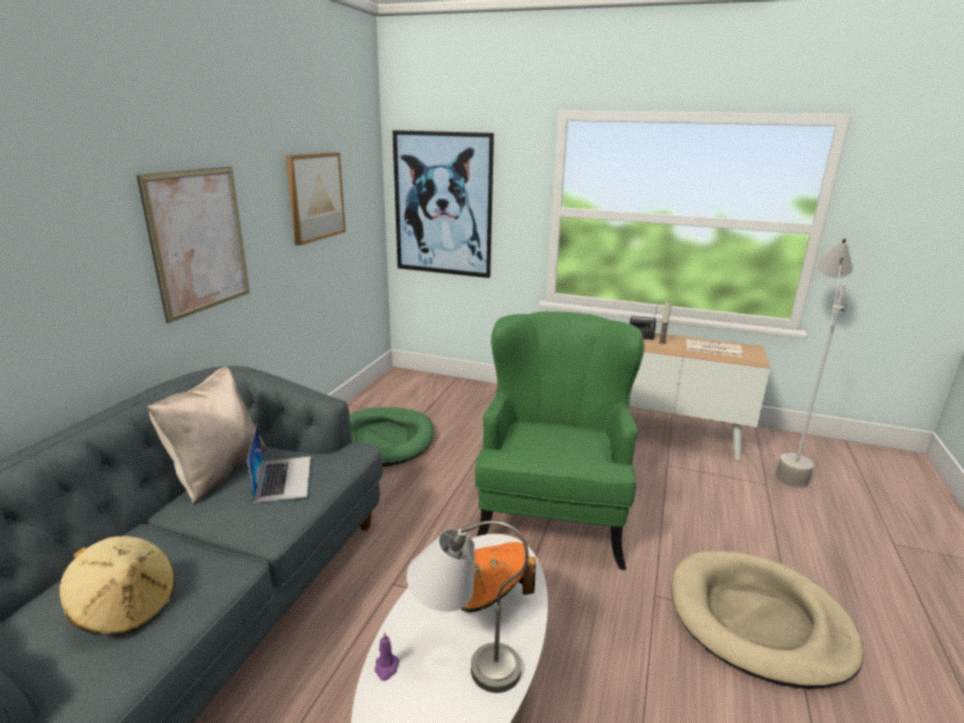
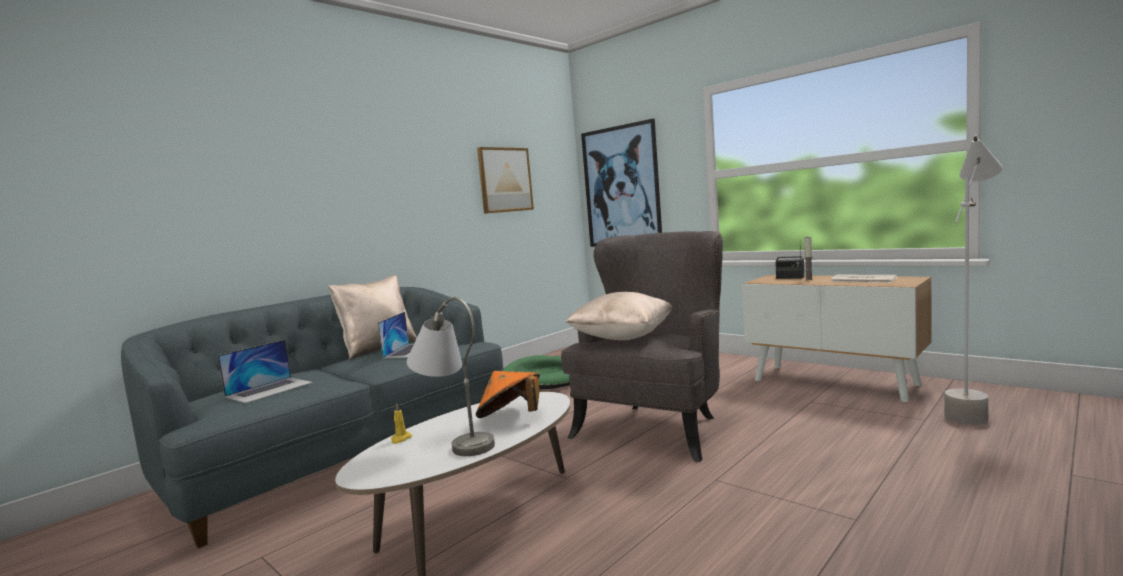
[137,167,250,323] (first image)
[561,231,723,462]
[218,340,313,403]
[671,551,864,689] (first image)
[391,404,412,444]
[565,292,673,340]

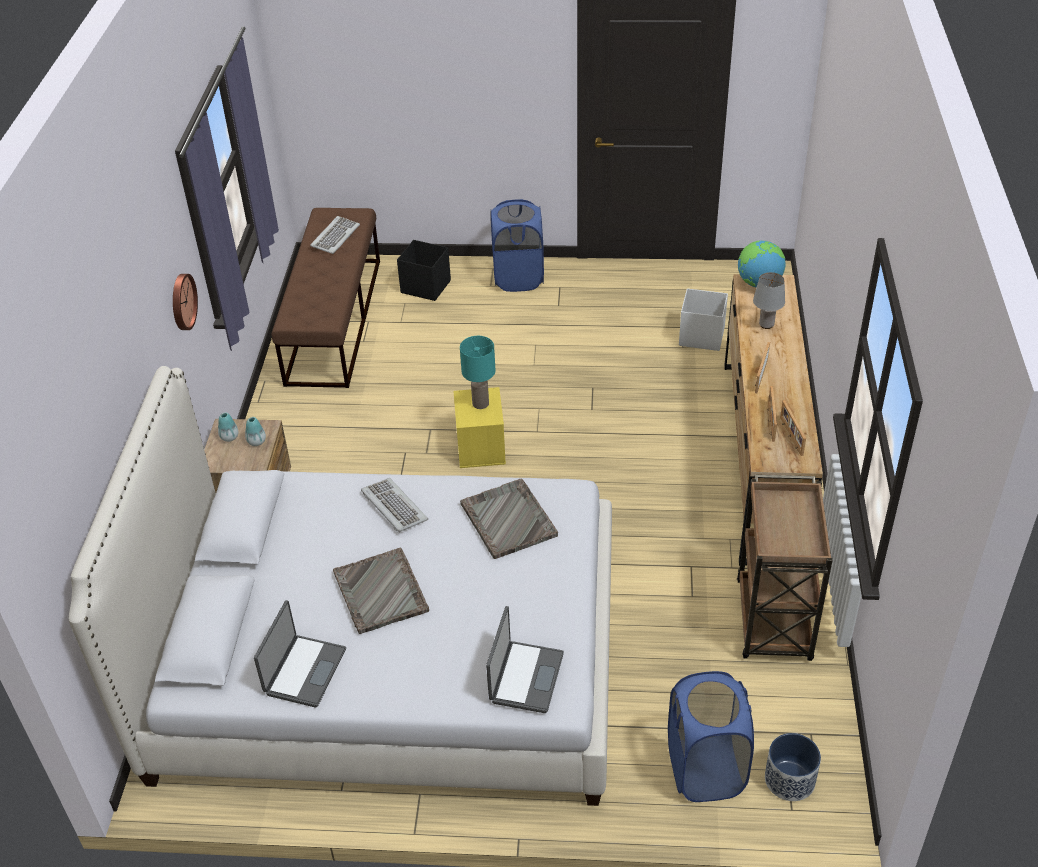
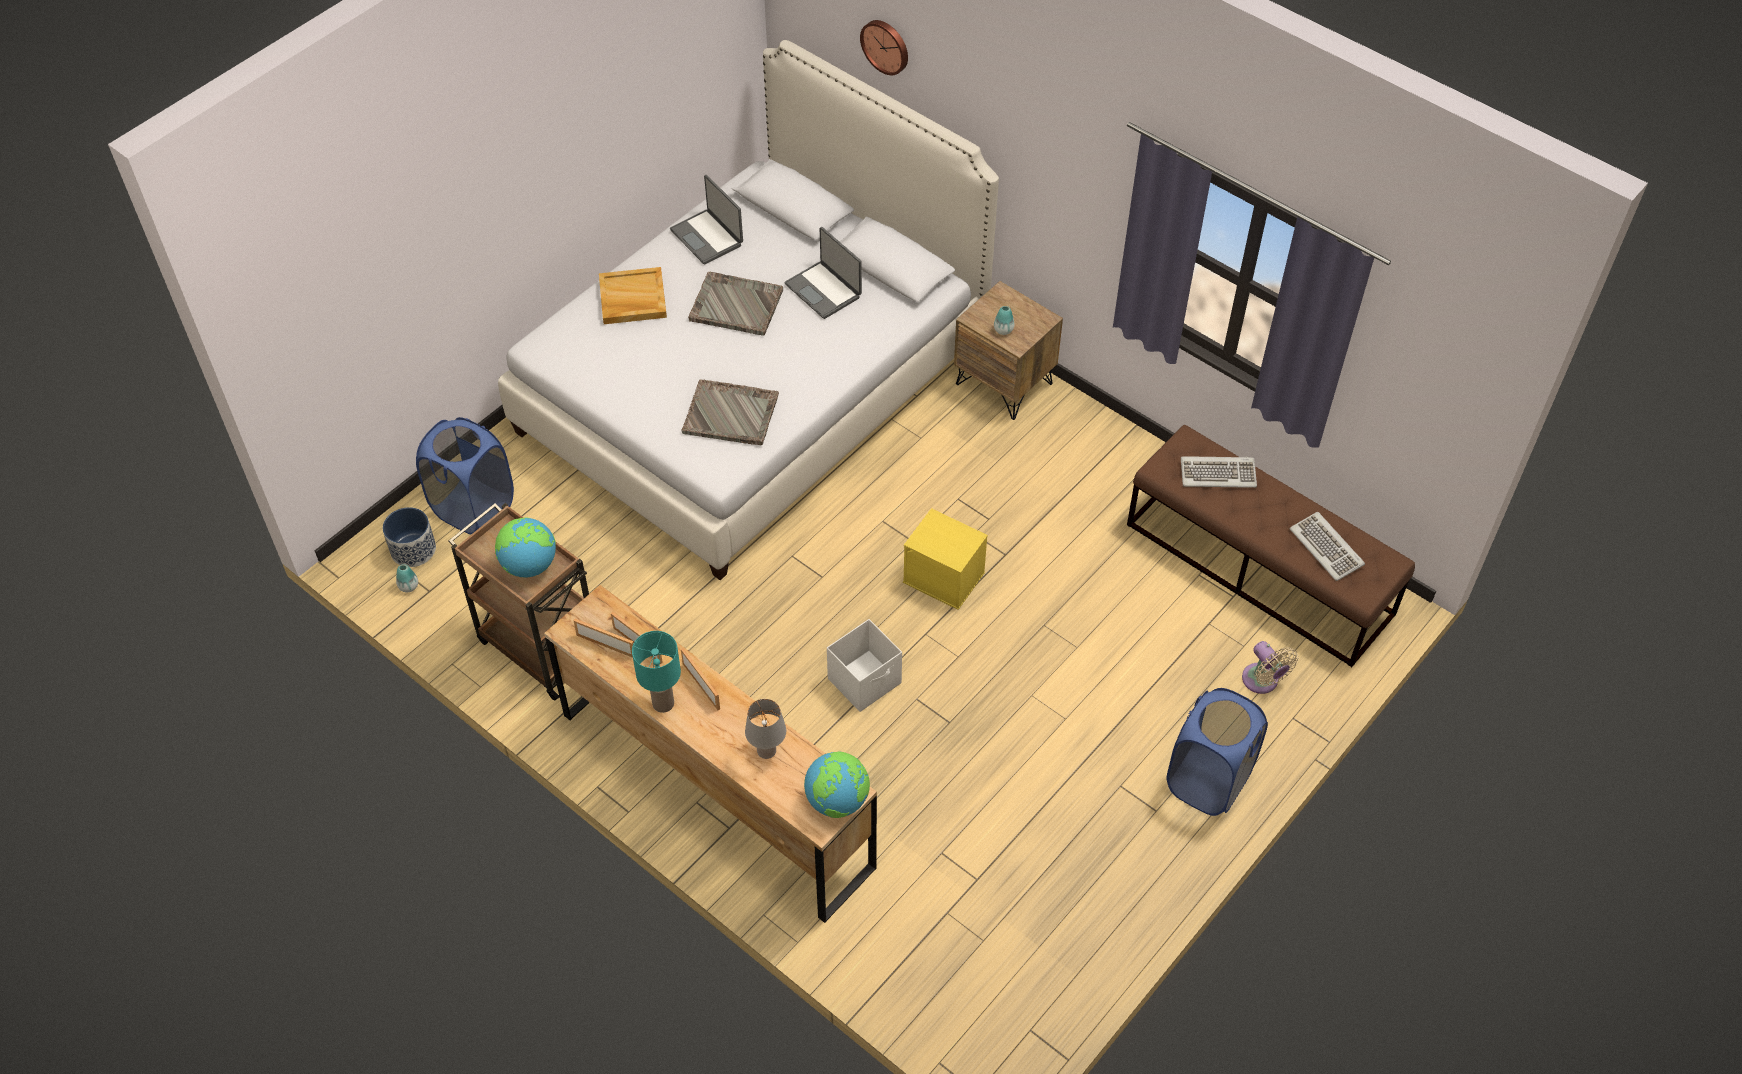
[1242,641,1299,694]
[860,20,908,75]
[827,619,902,712]
[632,631,681,713]
[396,564,418,592]
[1181,456,1257,488]
[785,227,862,319]
[599,267,667,324]
[495,517,556,577]

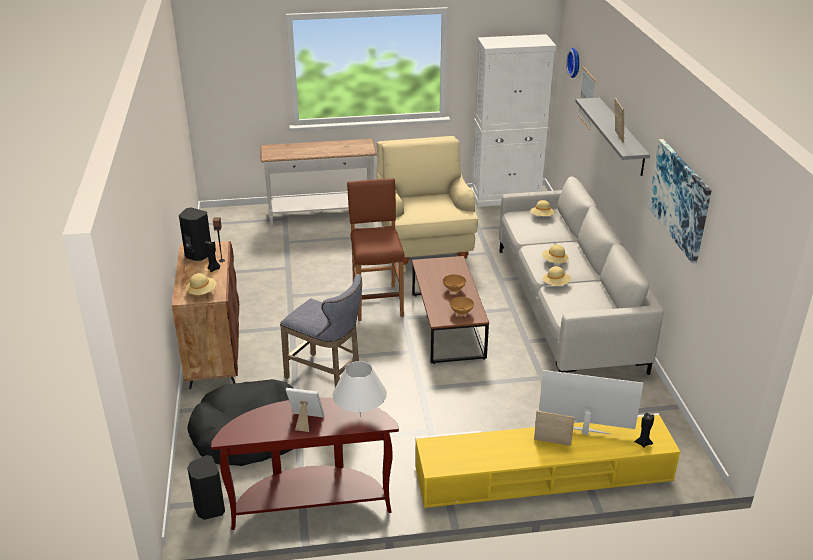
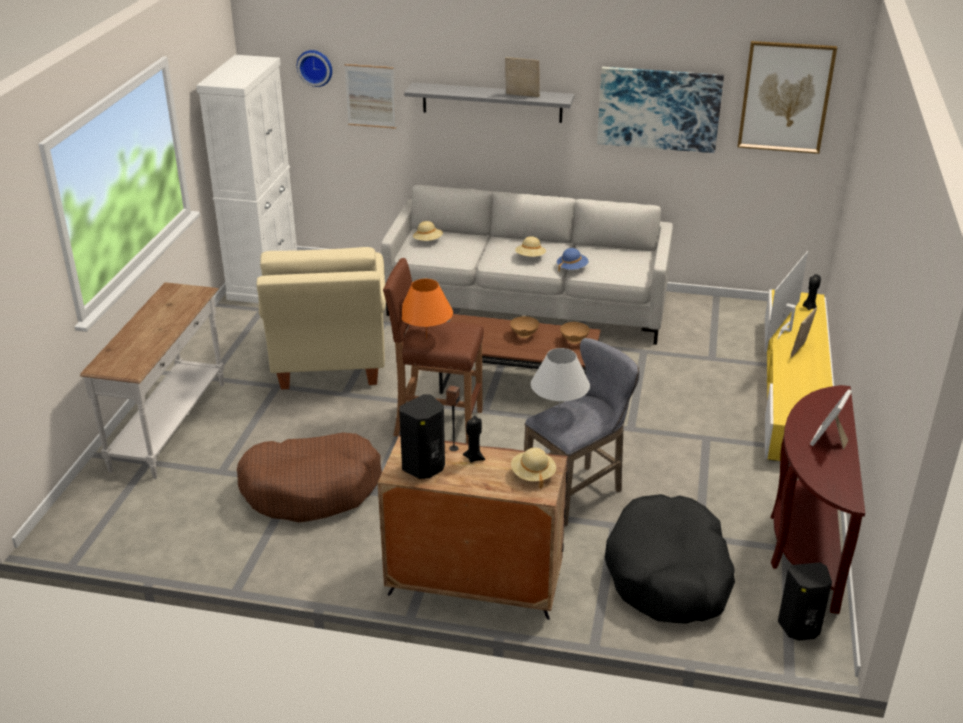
[257,247,386,390]
[557,248,589,272]
[531,348,590,411]
[738,41,837,154]
[402,279,453,339]
[237,433,382,523]

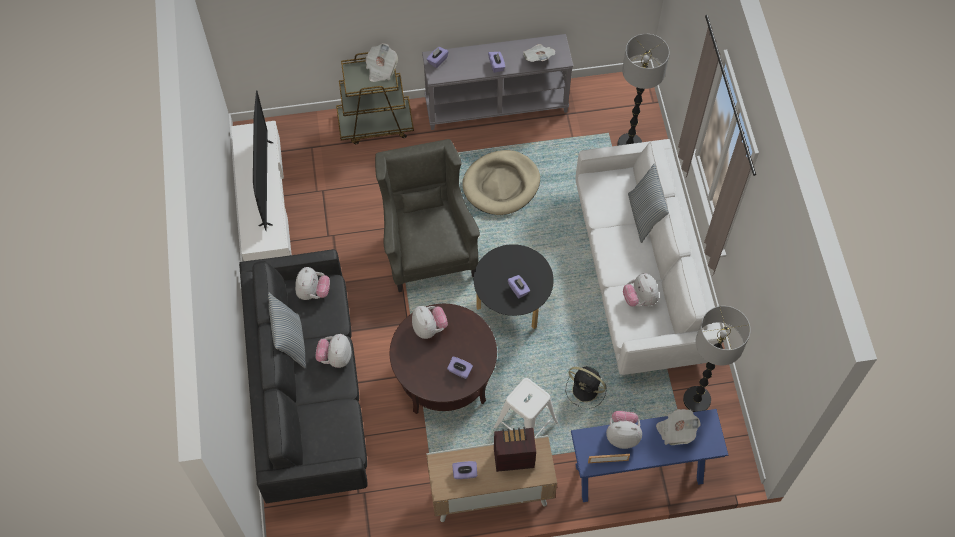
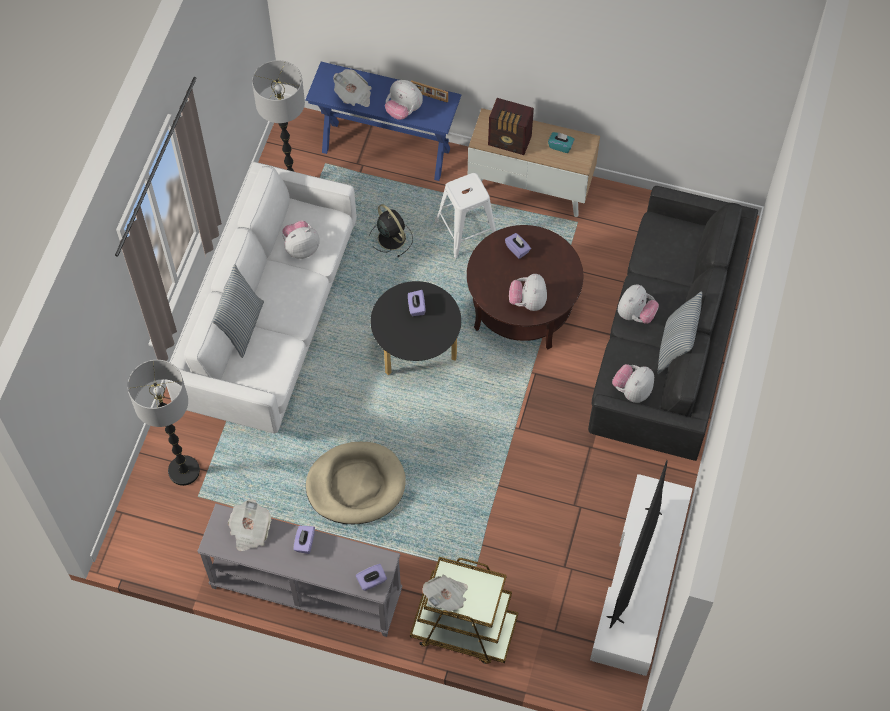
[375,139,480,292] (first image)
[282,221,320,259]
[548,132,575,153]

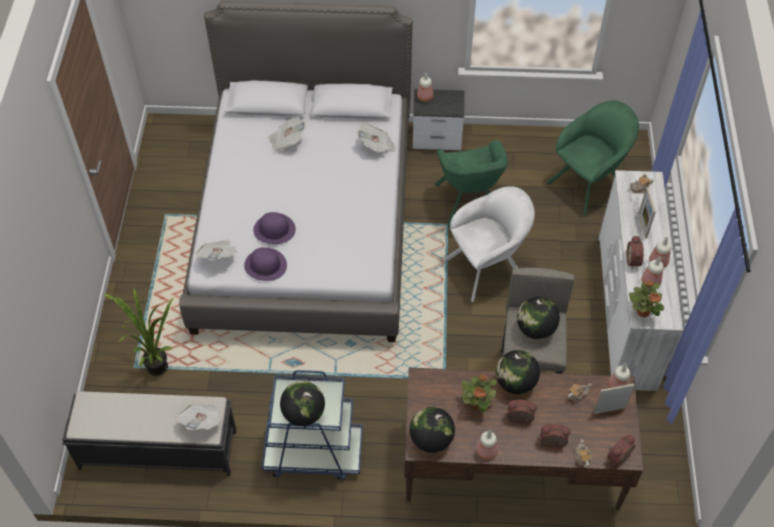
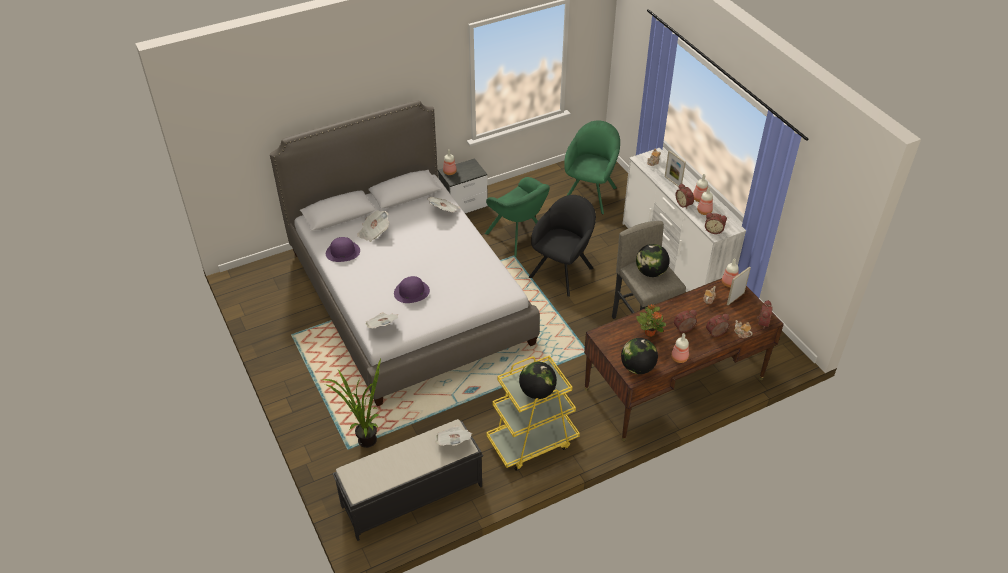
[529,195,596,297]
[326,237,360,262]
[705,213,727,234]
[496,350,540,394] (first image)
[486,355,580,471]

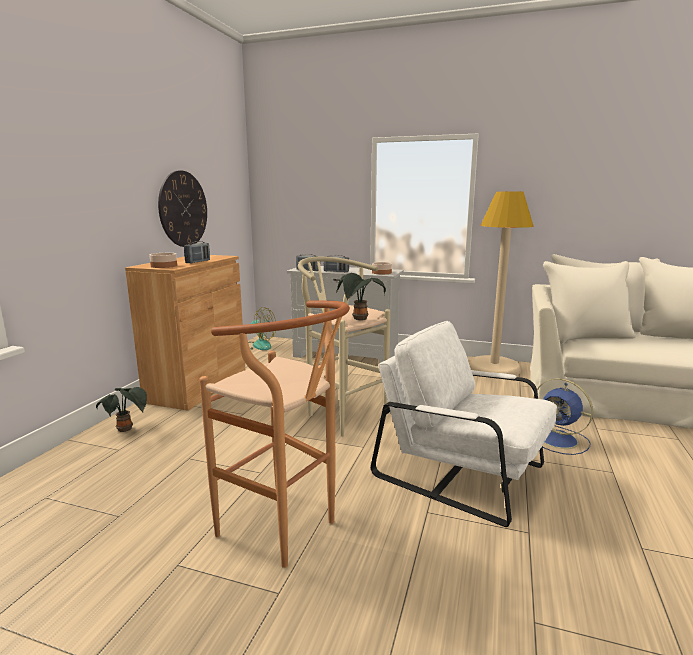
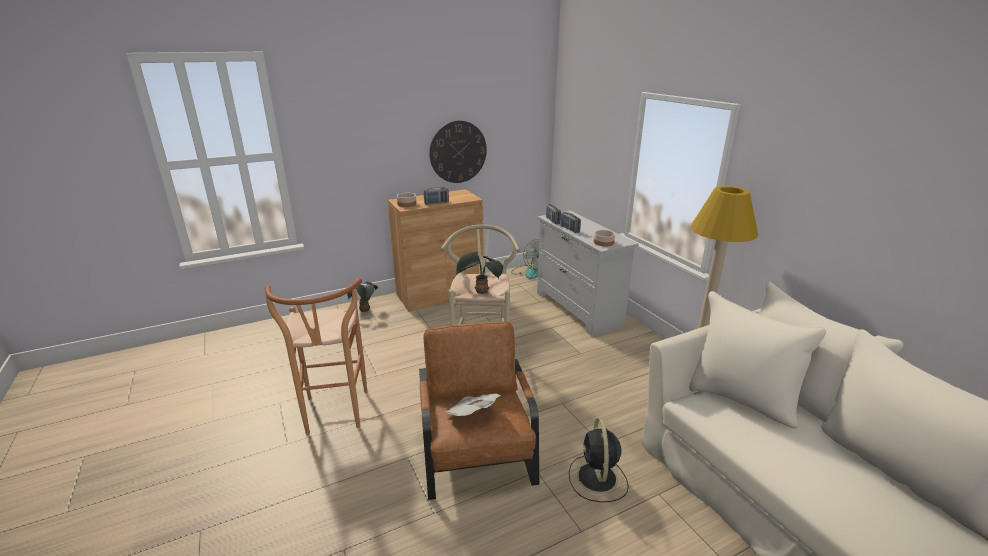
[419,322,539,500]
[569,418,629,502]
[446,393,501,416]

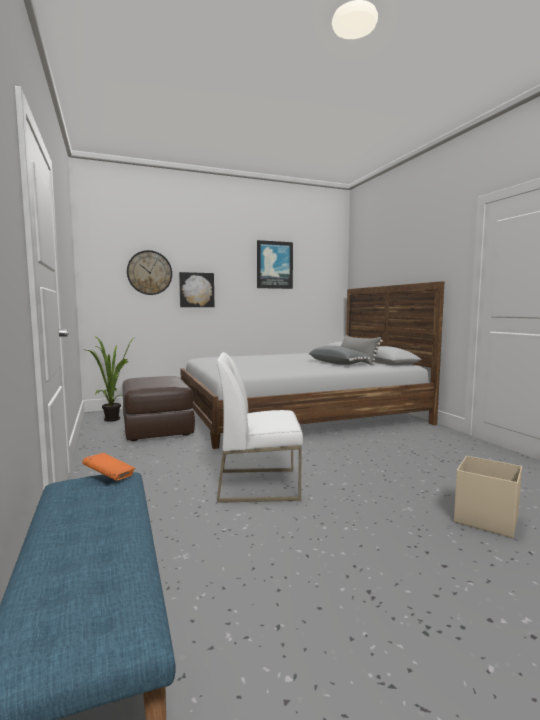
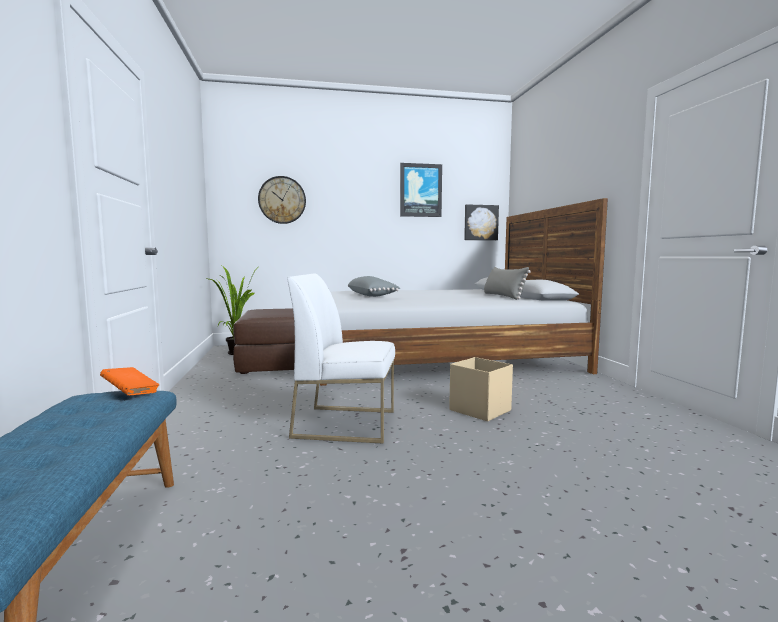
[464,205,499,240]
[348,276,400,297]
[449,357,513,421]

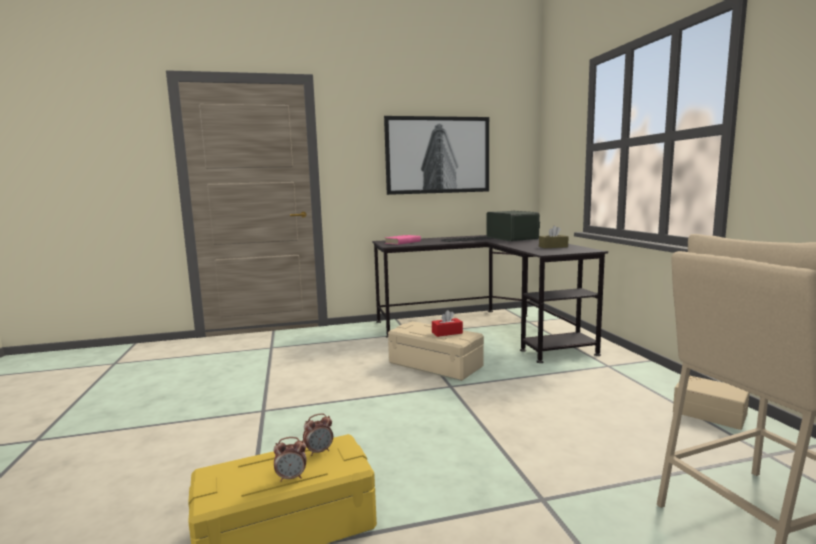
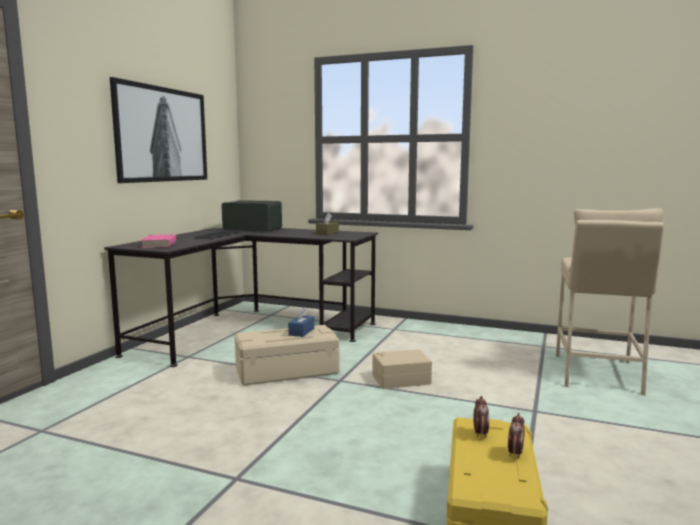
[288,307,314,337]
[373,349,432,389]

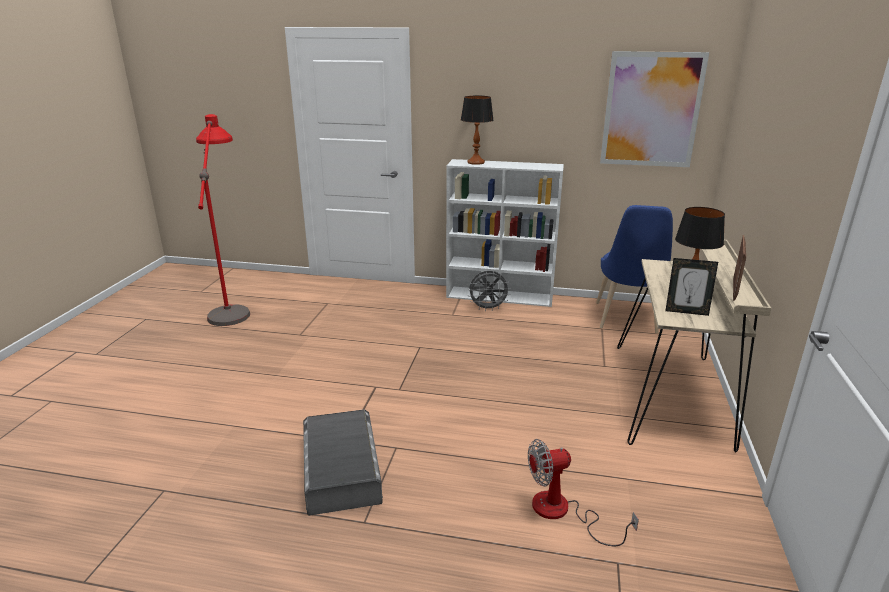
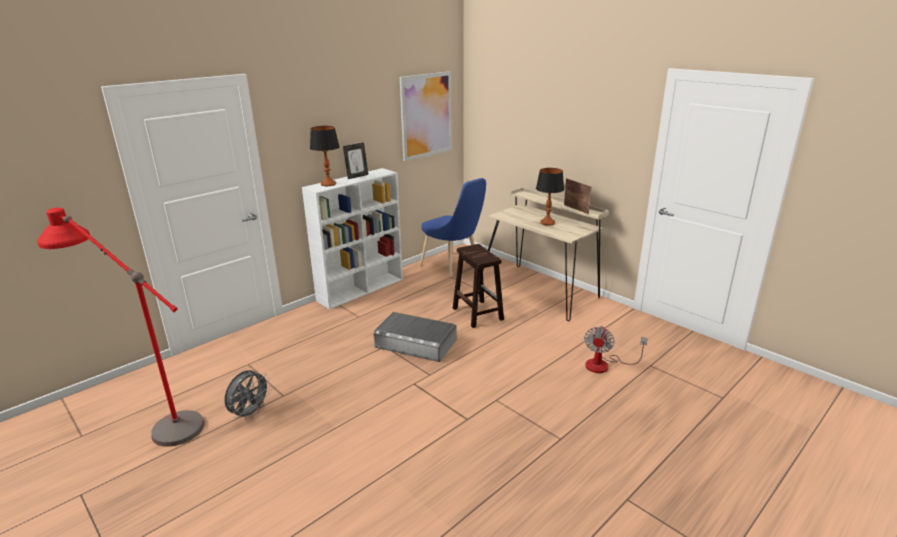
[343,143,368,179]
[224,370,271,420]
[373,312,457,362]
[453,244,504,328]

